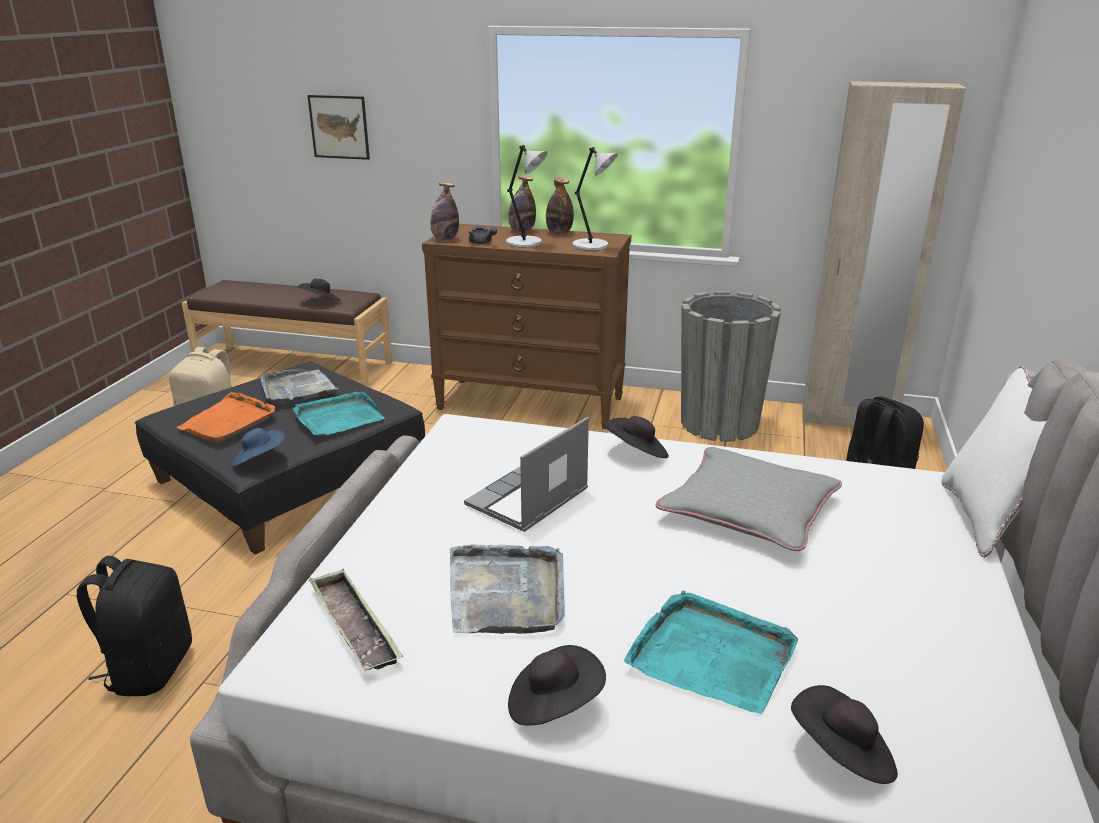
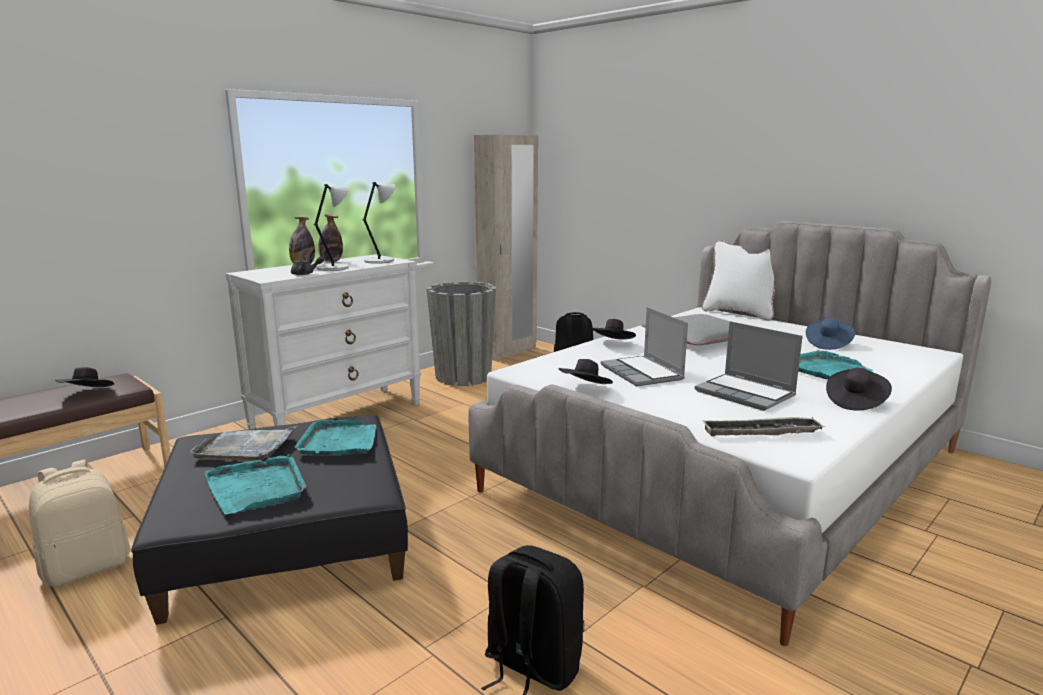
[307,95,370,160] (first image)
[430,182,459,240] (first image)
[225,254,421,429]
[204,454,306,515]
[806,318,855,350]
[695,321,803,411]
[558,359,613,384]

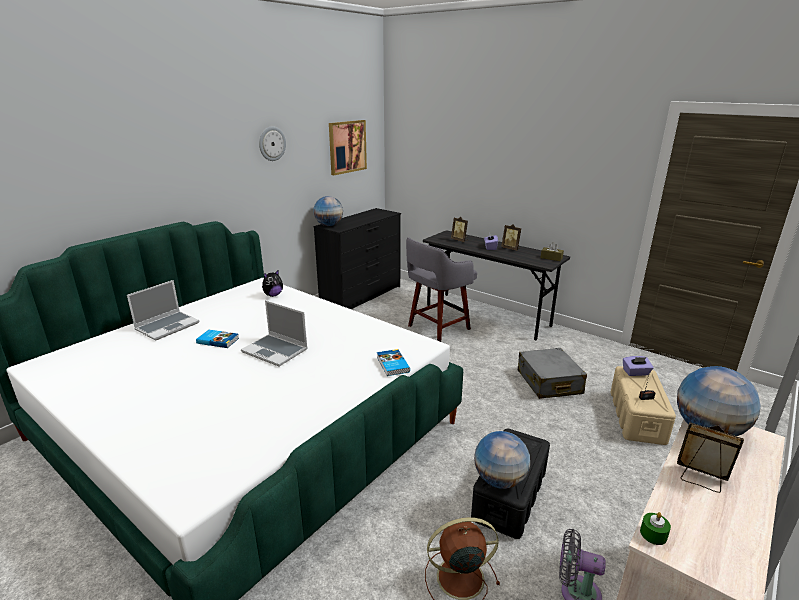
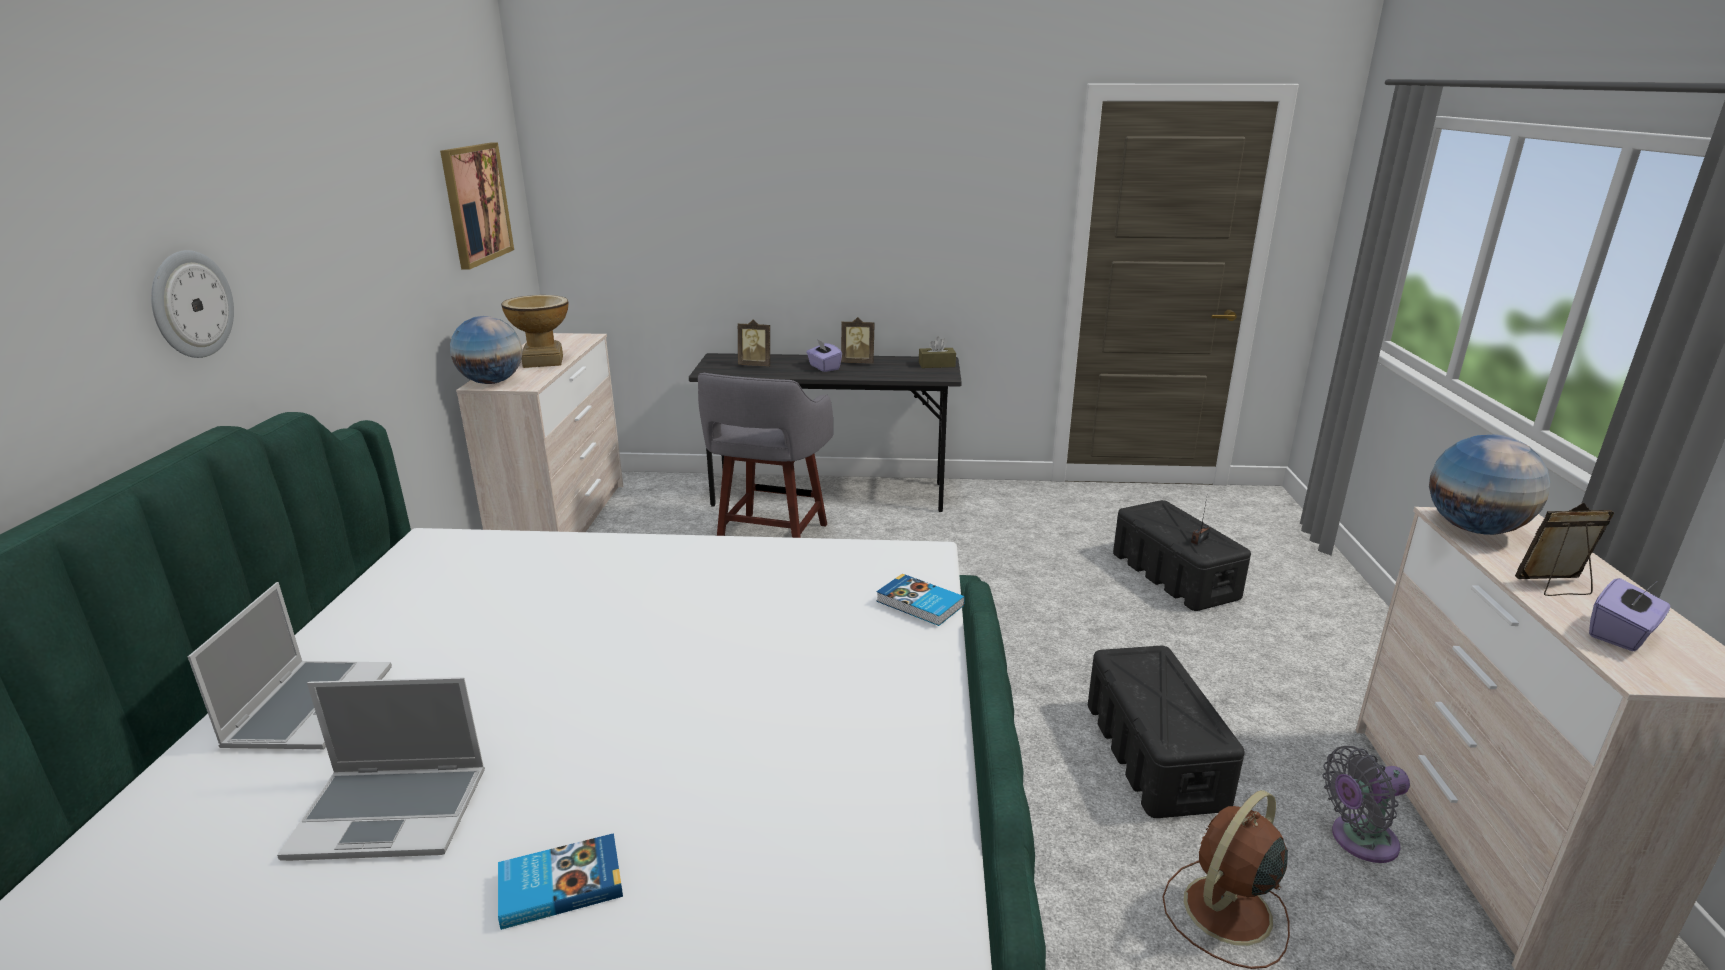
[151,250,234,358]
[456,333,623,532]
[262,270,283,297] (first image)
[277,677,485,861]
[498,833,623,930]
[518,348,587,399] (first image)
[1589,578,1670,651]
[1113,500,1251,611]
[474,431,530,489] (first image)
[640,512,671,545] (first image)
[501,295,568,368]

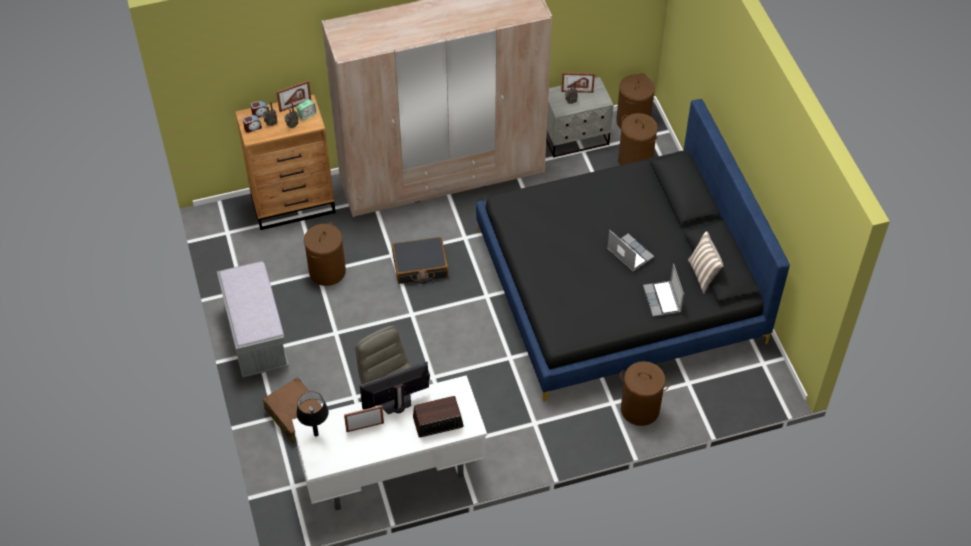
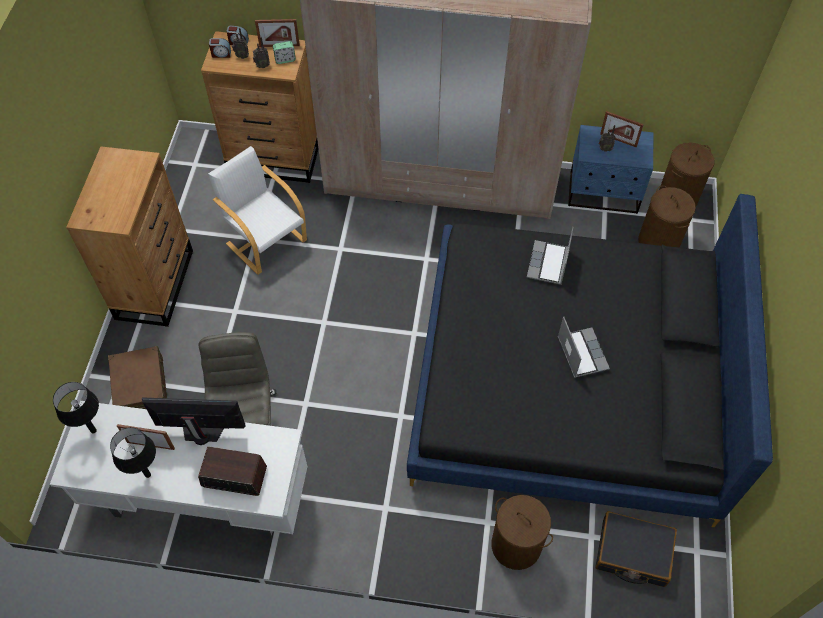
[568,125,653,214]
[208,146,307,275]
[688,231,724,294] (first image)
[595,511,677,587]
[66,146,193,327]
[527,227,574,285]
[110,427,156,478]

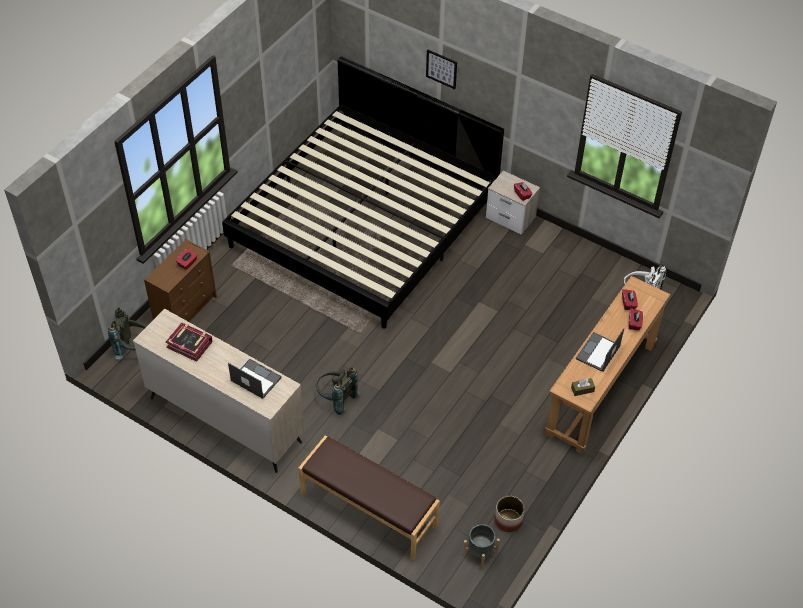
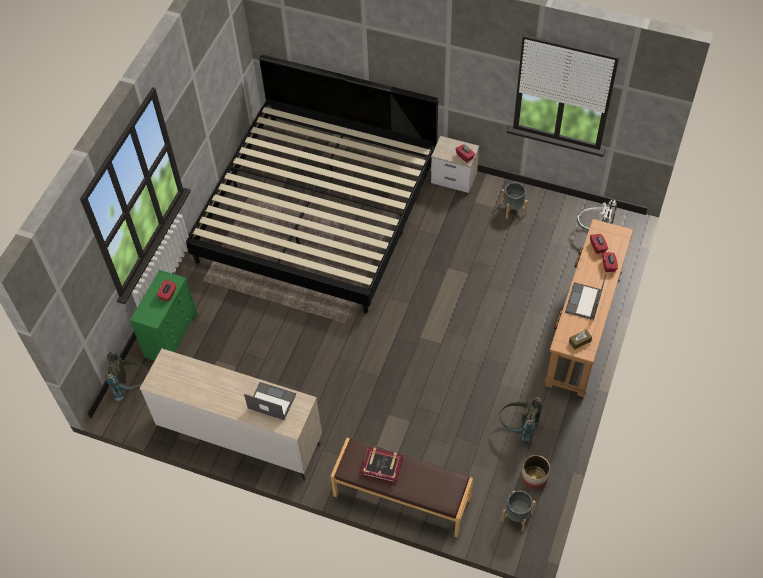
[426,49,457,89] (first image)
[130,270,198,361]
[361,447,403,485]
[499,397,542,443]
[501,182,527,219]

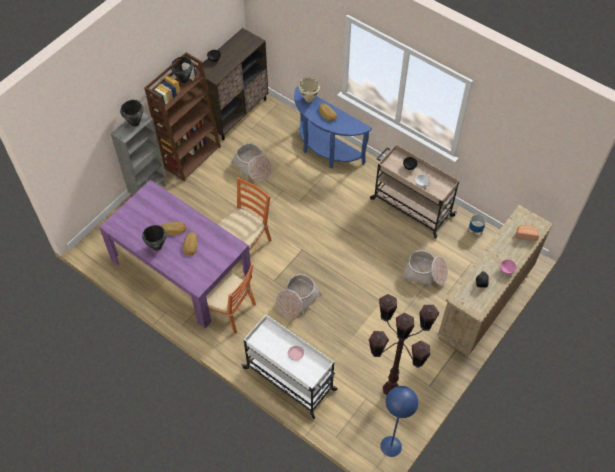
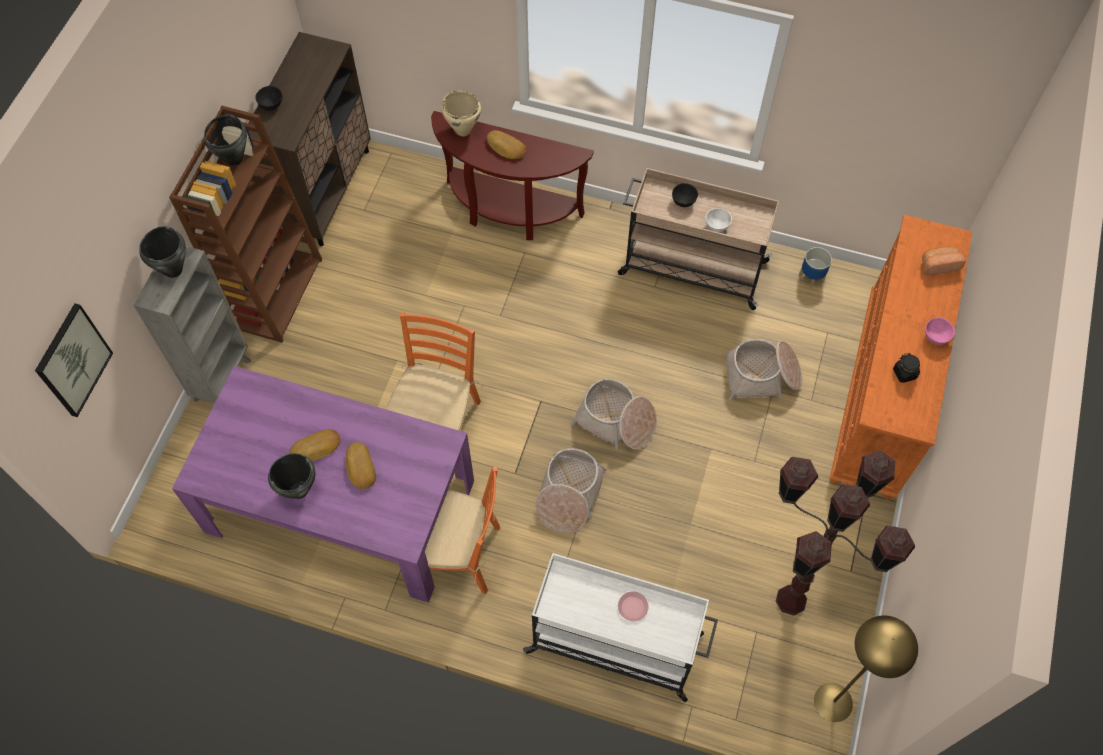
[431,111,594,240]
[571,378,657,450]
[830,215,972,500]
[814,616,918,722]
[35,303,113,417]

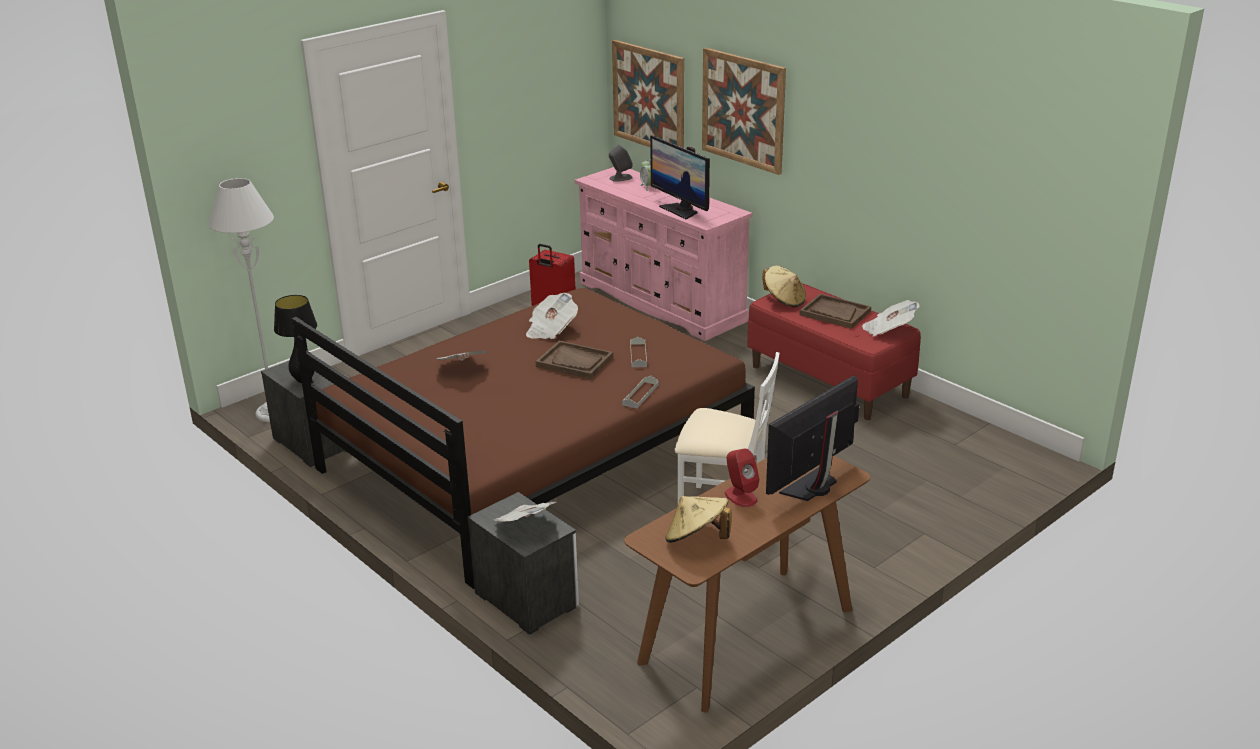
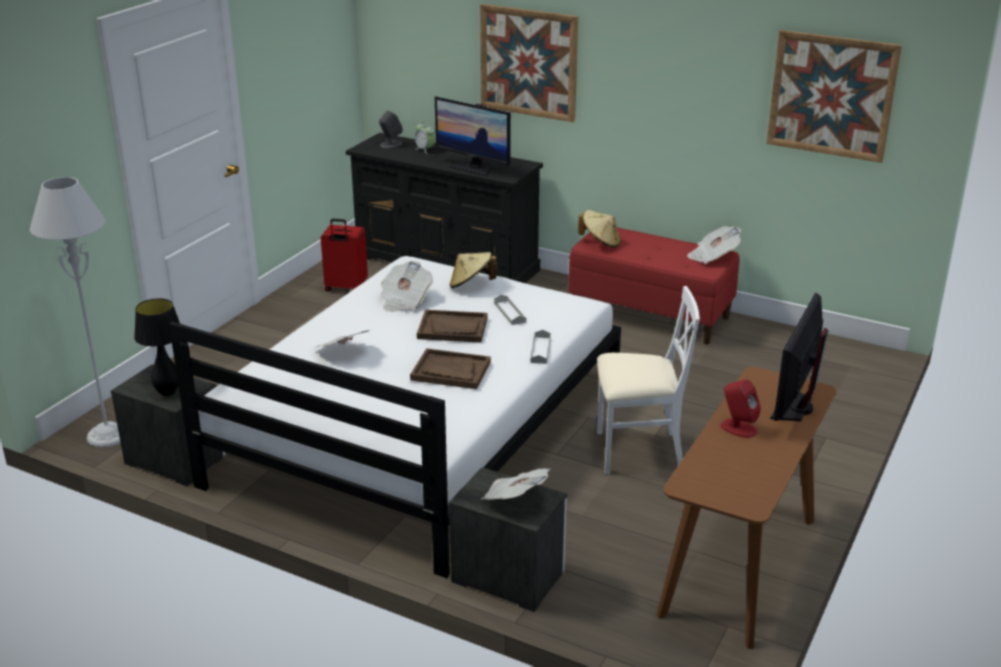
[766,30,902,163]
[346,133,543,283]
[169,256,621,578]
[410,348,491,389]
[450,252,497,288]

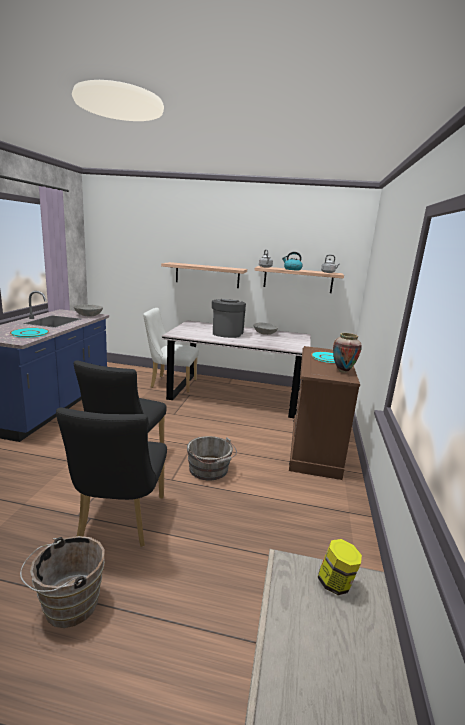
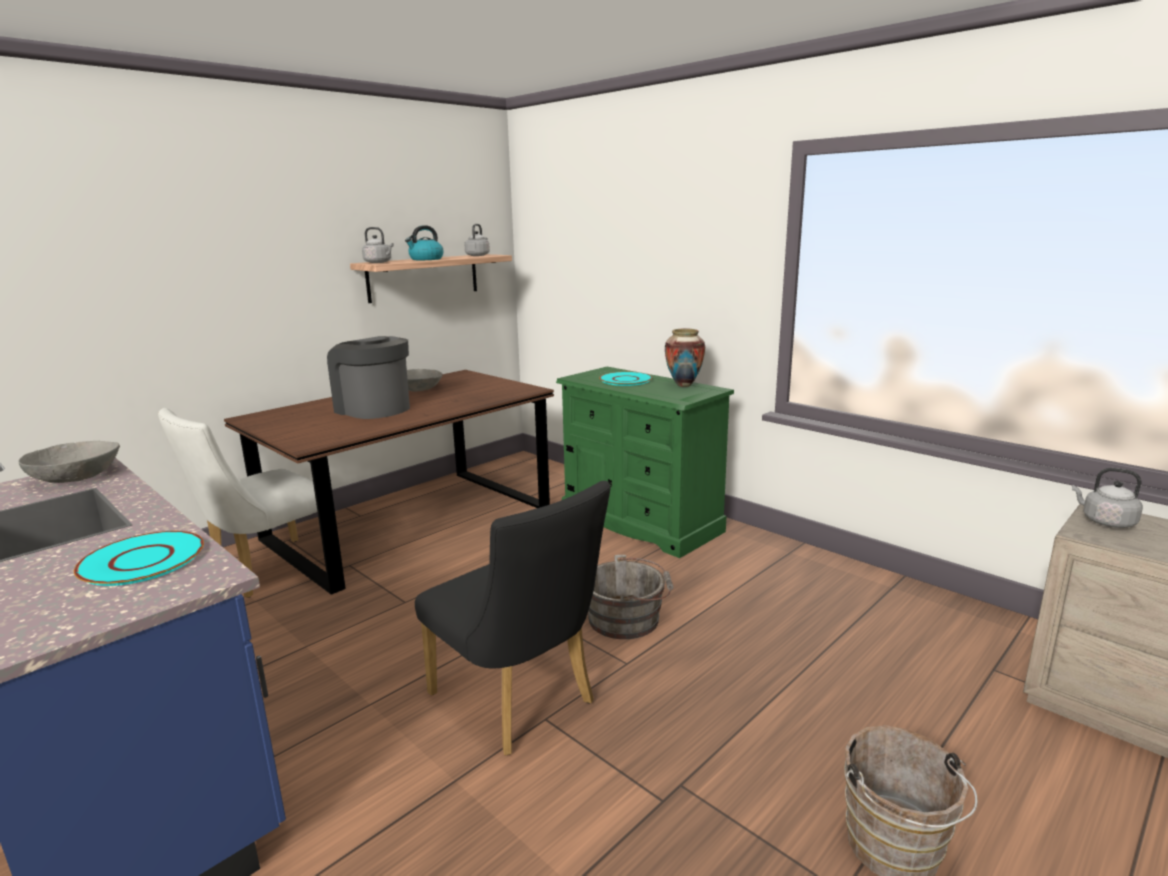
[161,262,247,288] (first image)
[224,370,554,595]
[556,367,734,558]
[56,408,167,547] (first image)
[1072,468,1143,528]

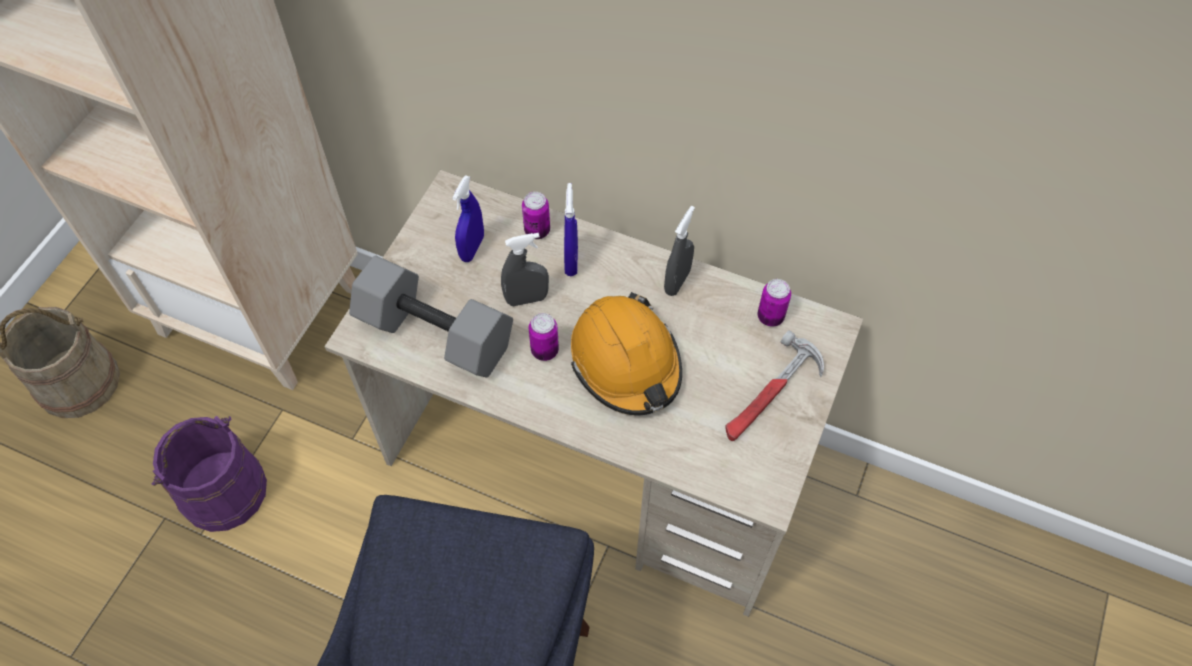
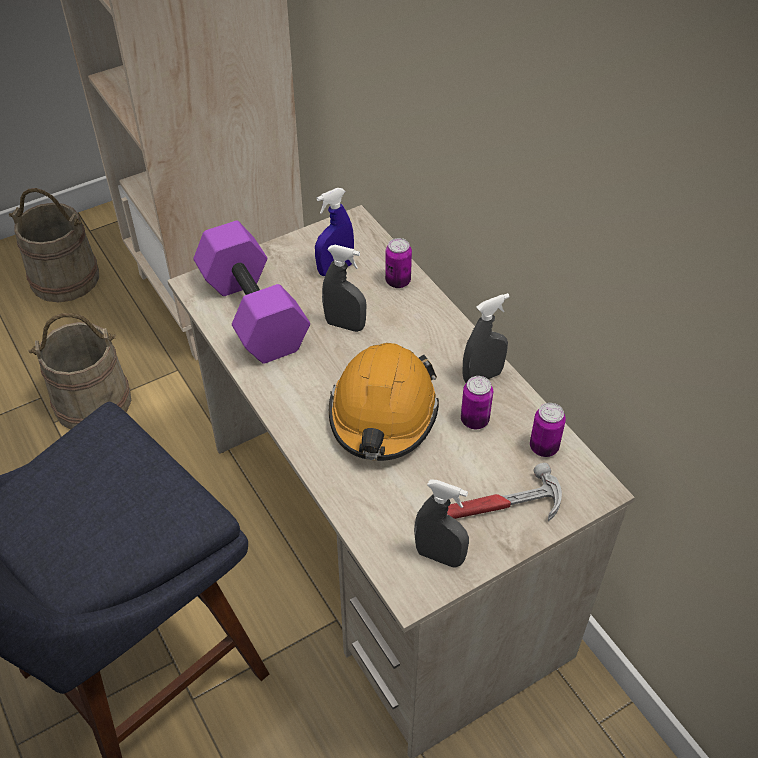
[564,183,578,276] (first image)
[193,221,310,364]
[461,376,493,429]
[28,313,131,429]
[414,479,469,568]

